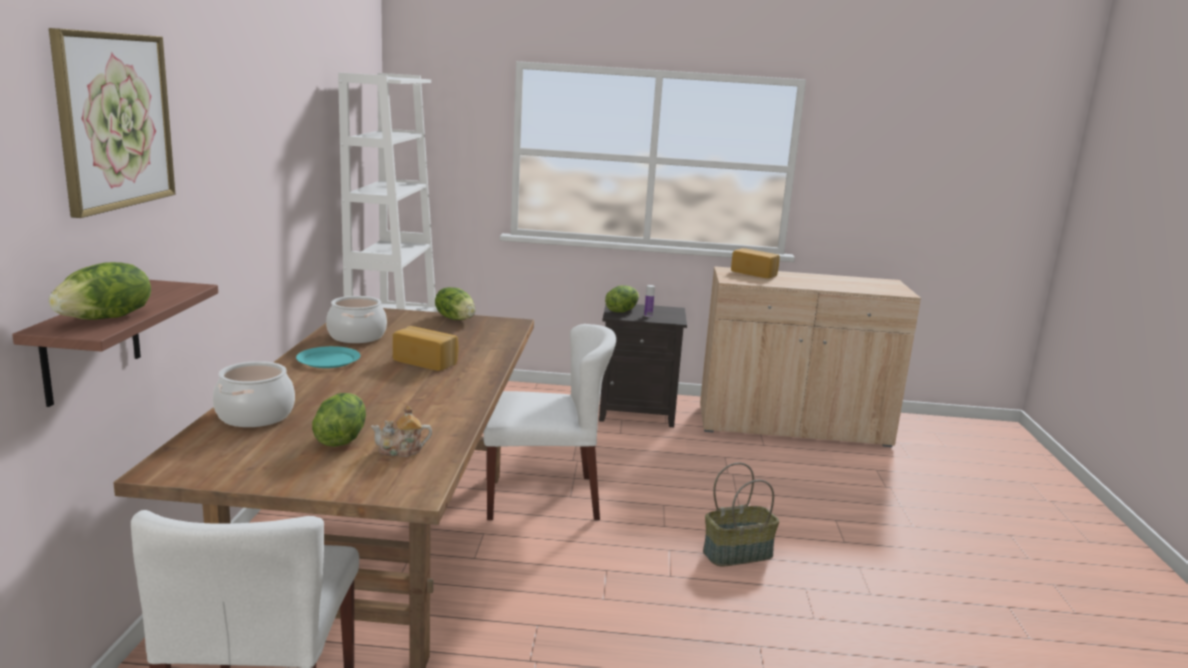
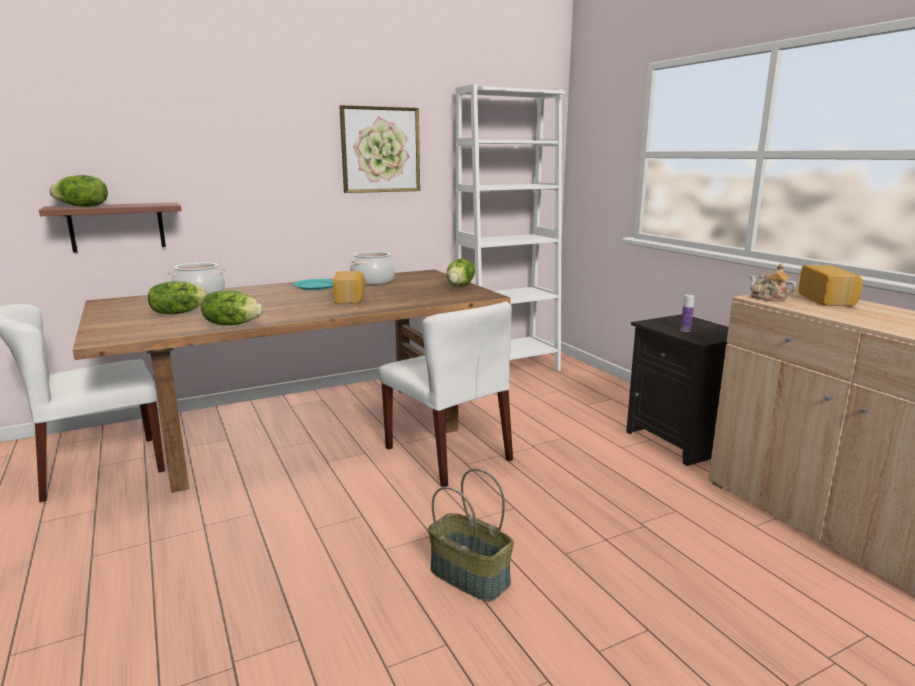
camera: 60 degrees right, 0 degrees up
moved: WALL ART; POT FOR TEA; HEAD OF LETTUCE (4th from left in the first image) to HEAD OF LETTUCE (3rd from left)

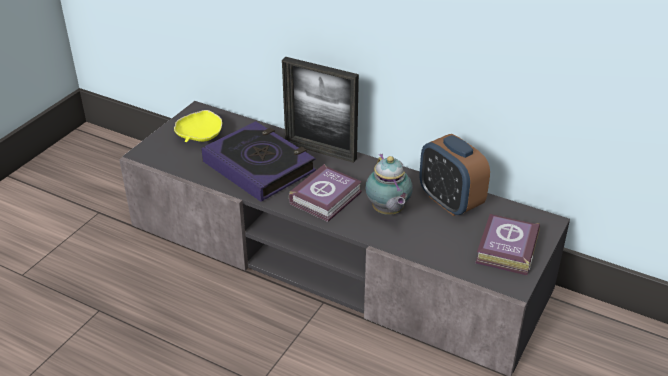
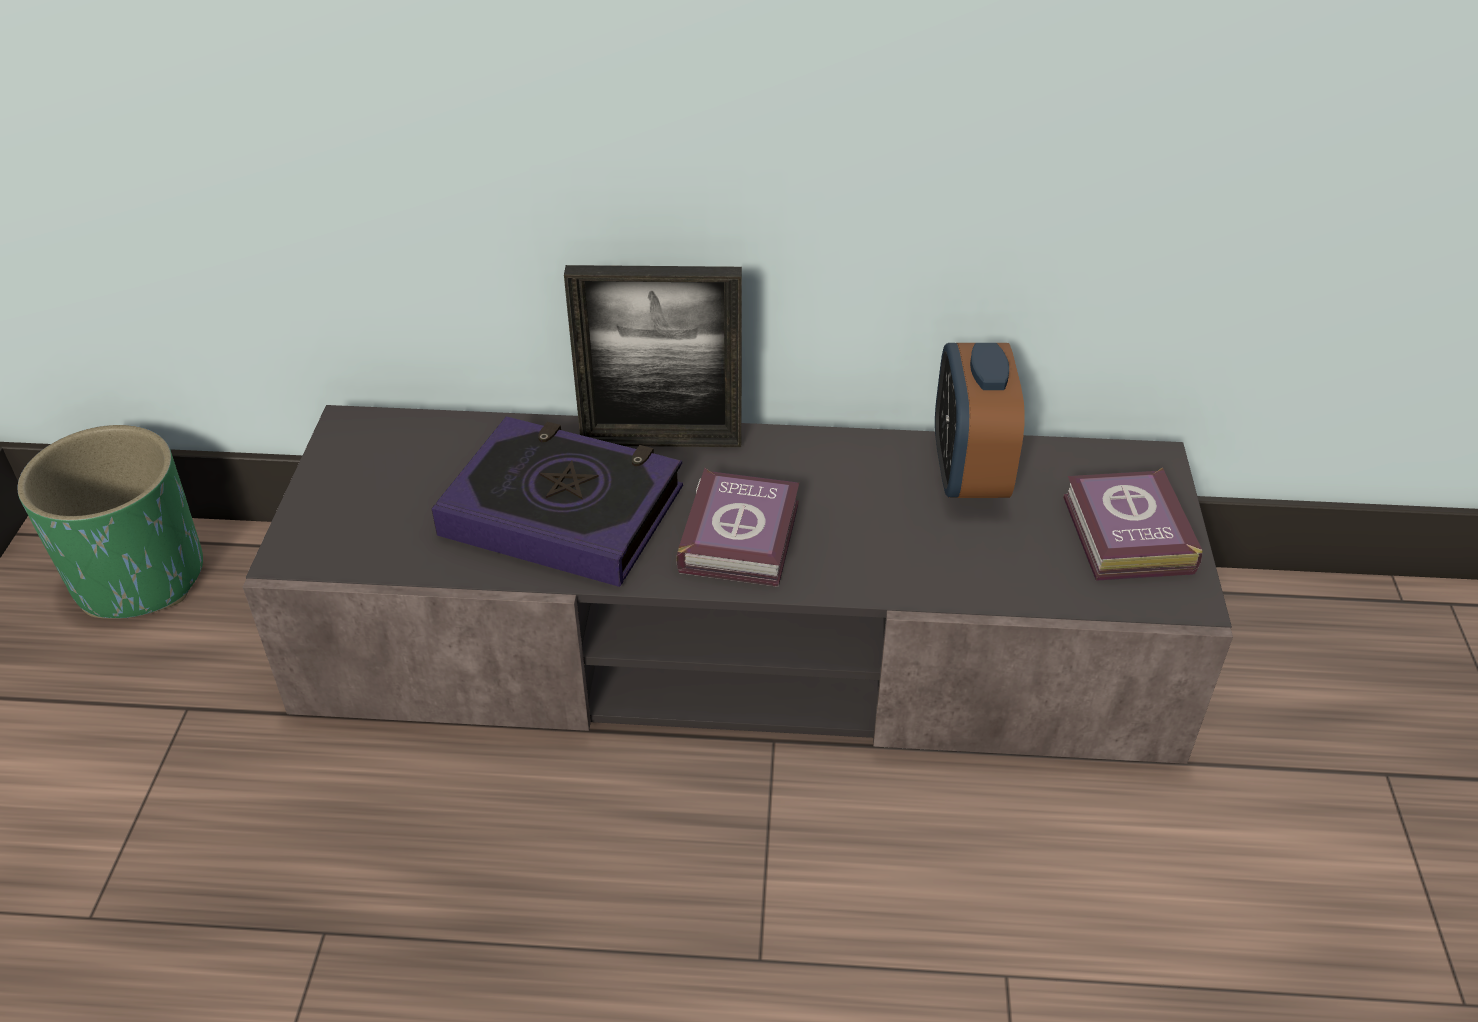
camera: 25 degrees left, 5 degrees up
removed: YELLOW DEEP DISH; POT FOR TEA
added: GREEN FLOWER POT
turned: TABLE CLOCK 60 degrees clockwise

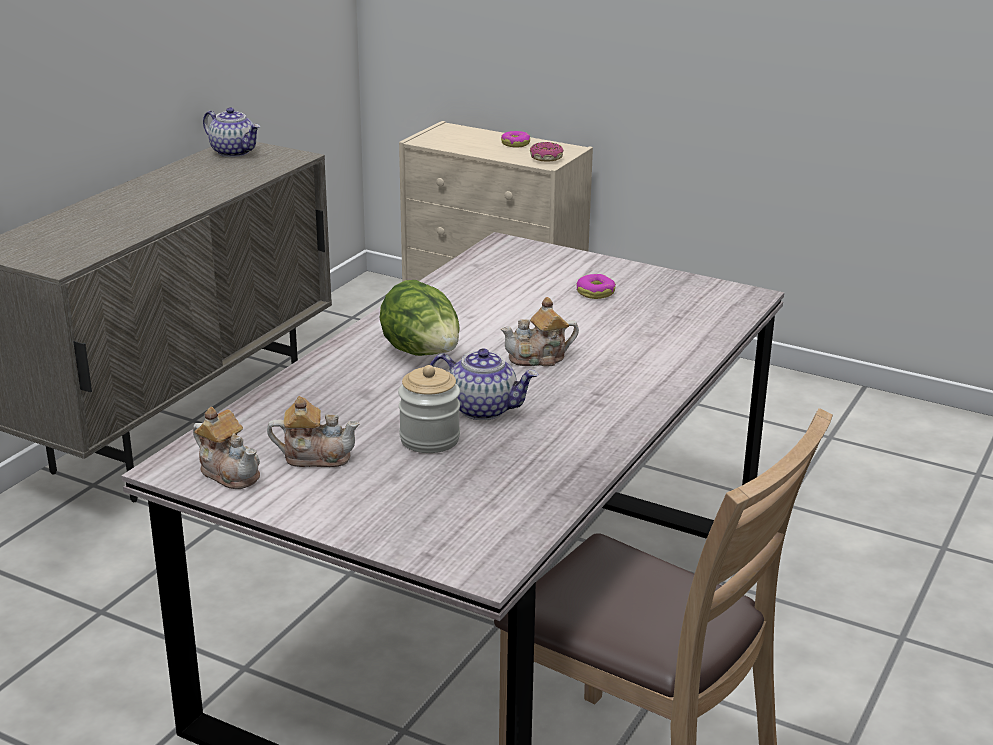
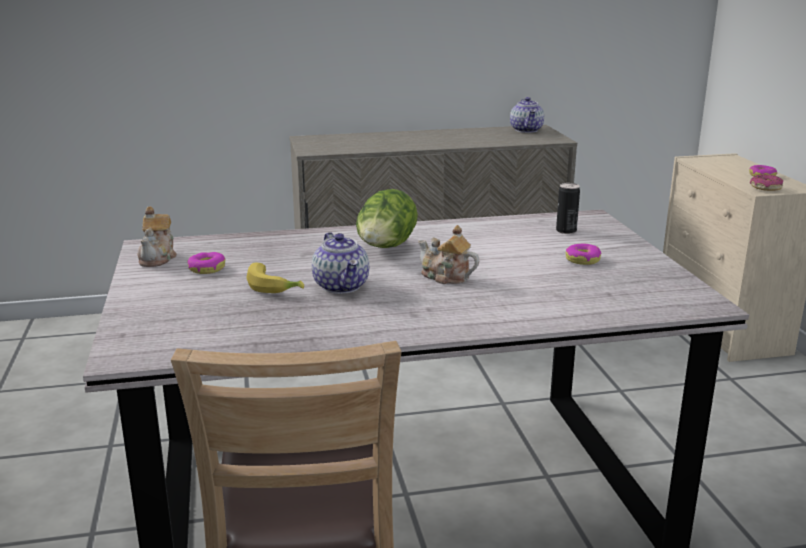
camera: 50 degrees right, 5 degrees down
added: SEALED CAN
replaced: POT FOR TEA (3rd from left) to DOUGHNUT (1st from left); JAR to BANANA

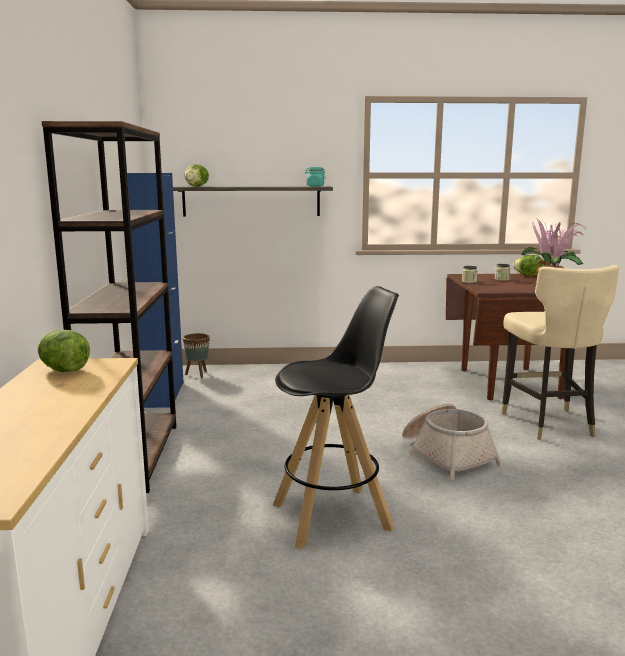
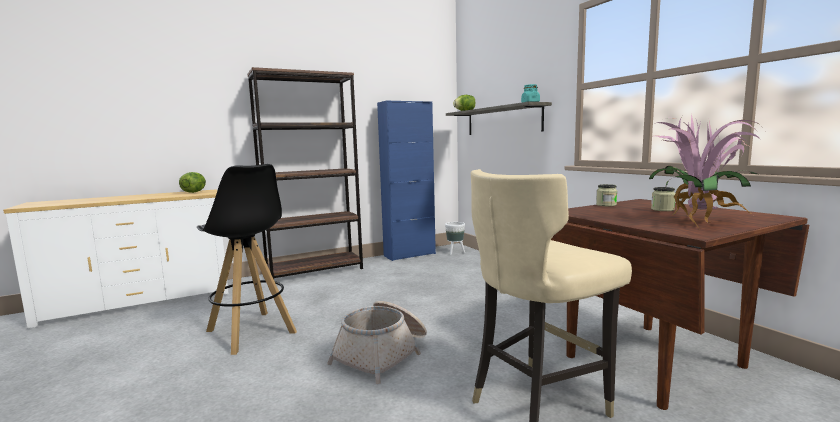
camera: 65 degrees right, 5 degrees down
removed: HEAD OF LETTUCE (3rd from left)
recoloured: BROWN FLOWER POT to WHITISH FLOWER POT

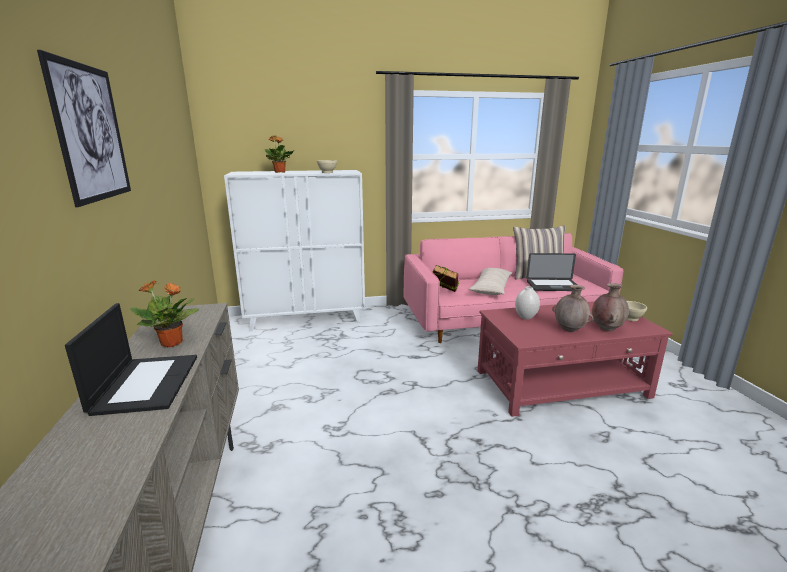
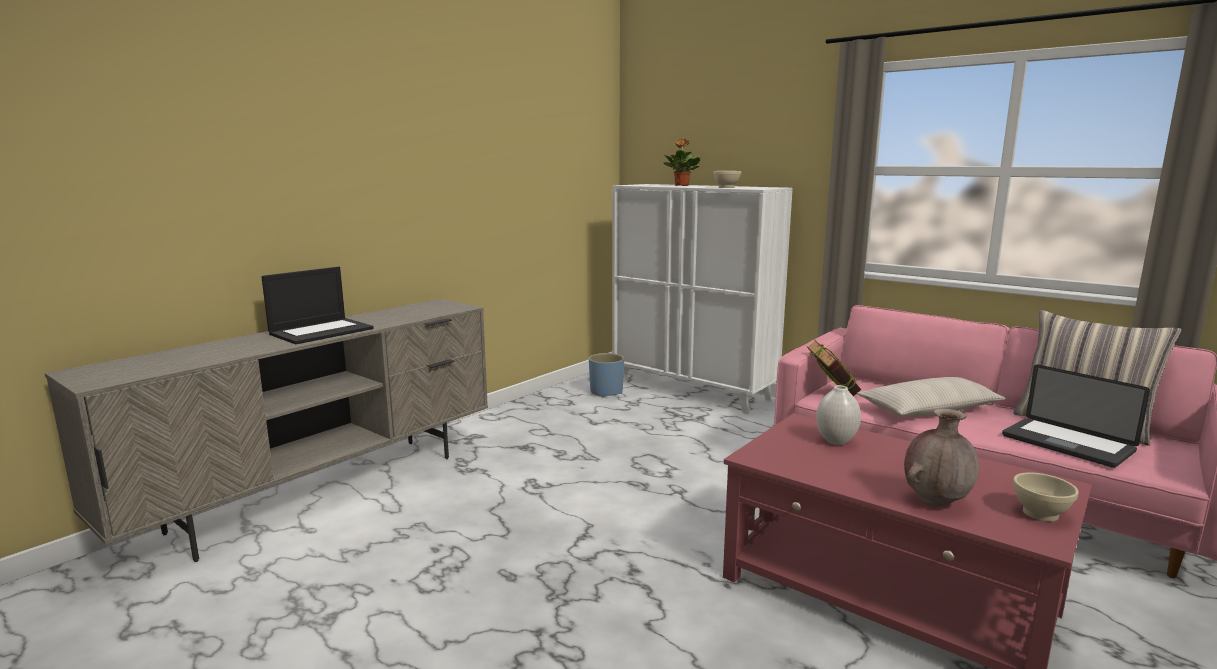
camera: 50 degrees right, 5 degrees down
removed: WALL ART; POTTED PLANT (1st from left); BROWN DECORATIVE VASE (1st from left)
added: BLUISH FLOWER POT

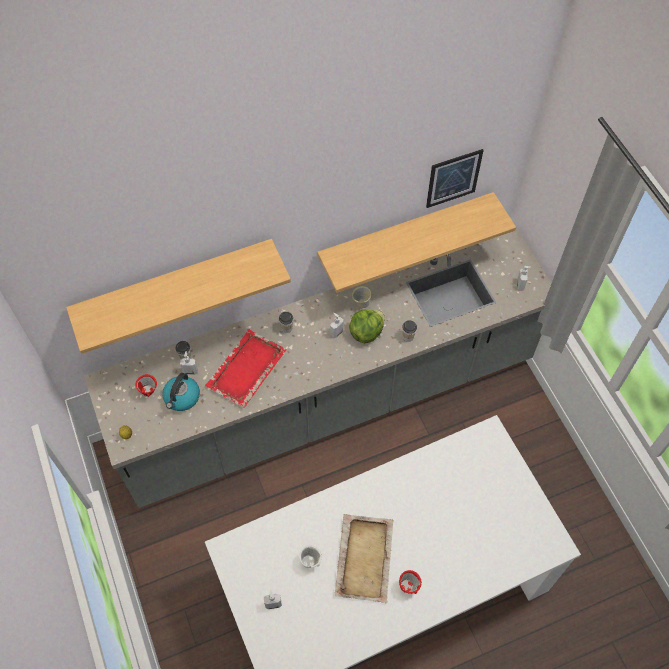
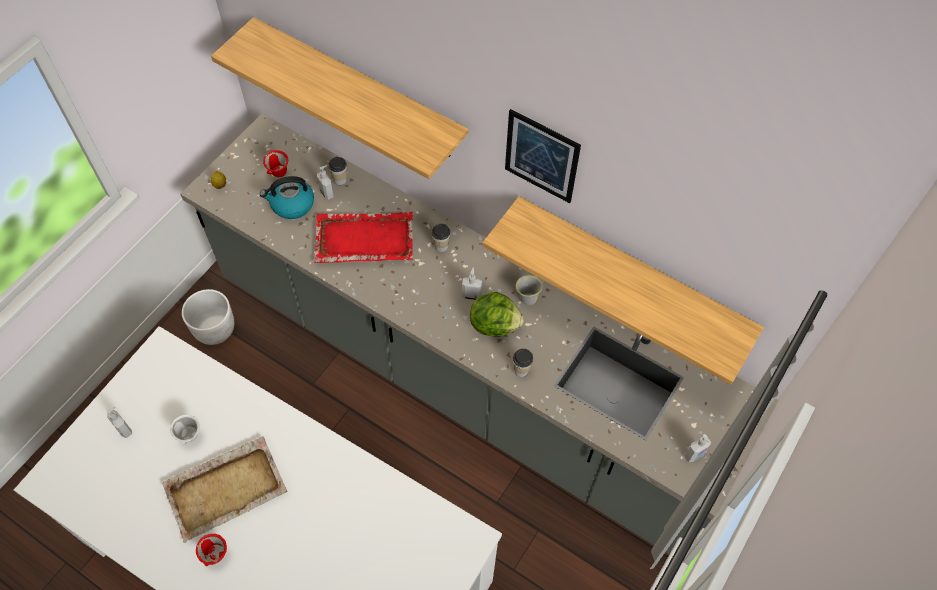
camera: 55 degrees right, 0 degrees up
added: WHITISH FLOWER POT
moved: WALL ART

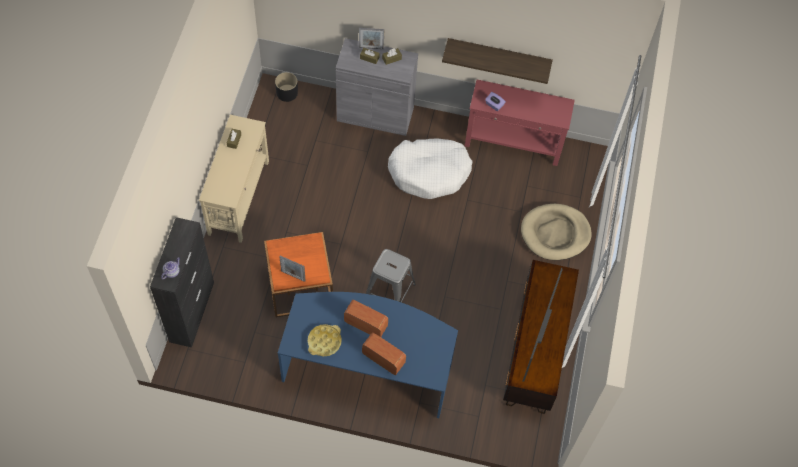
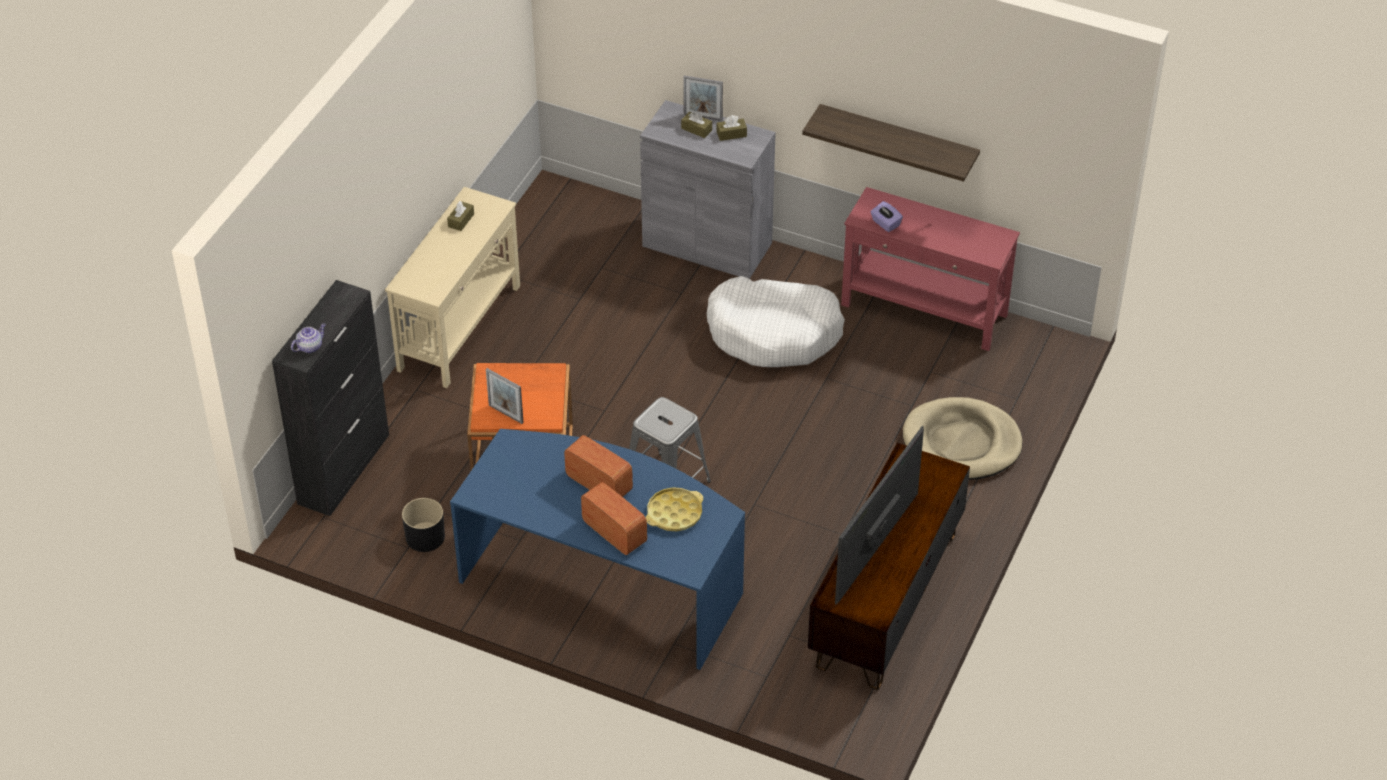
camera: 15 degrees right, 15 degrees down
moved: BLACK FLOWER POT; YELLOW SERVING TRAY

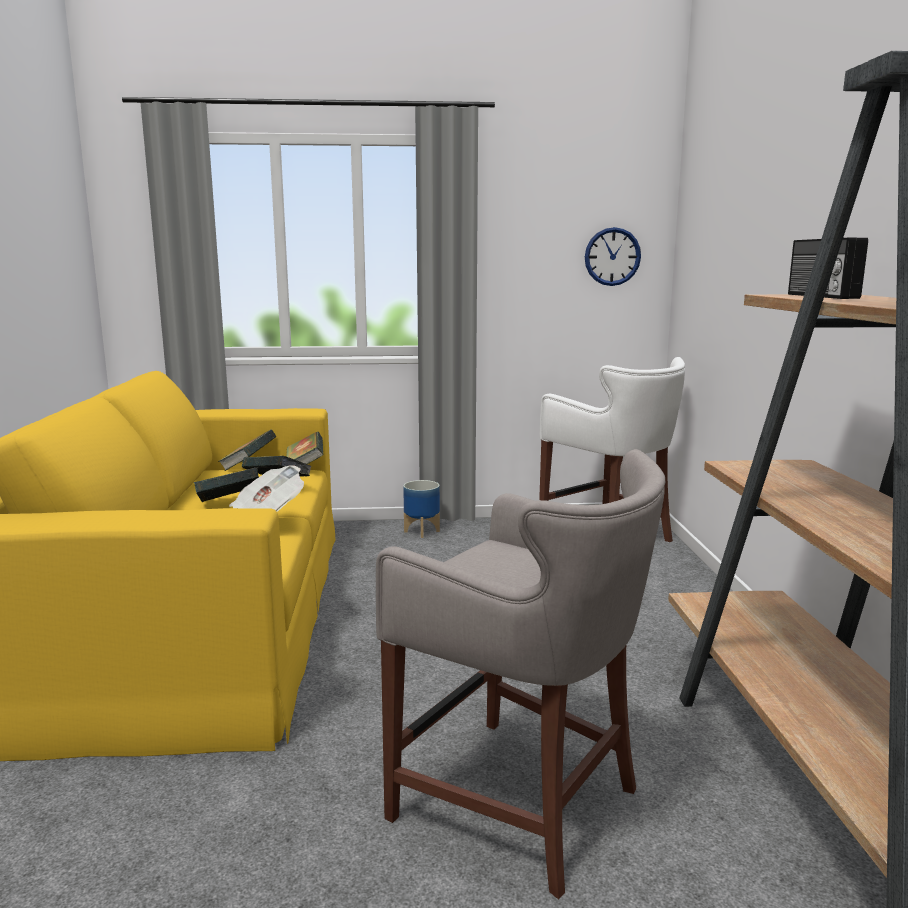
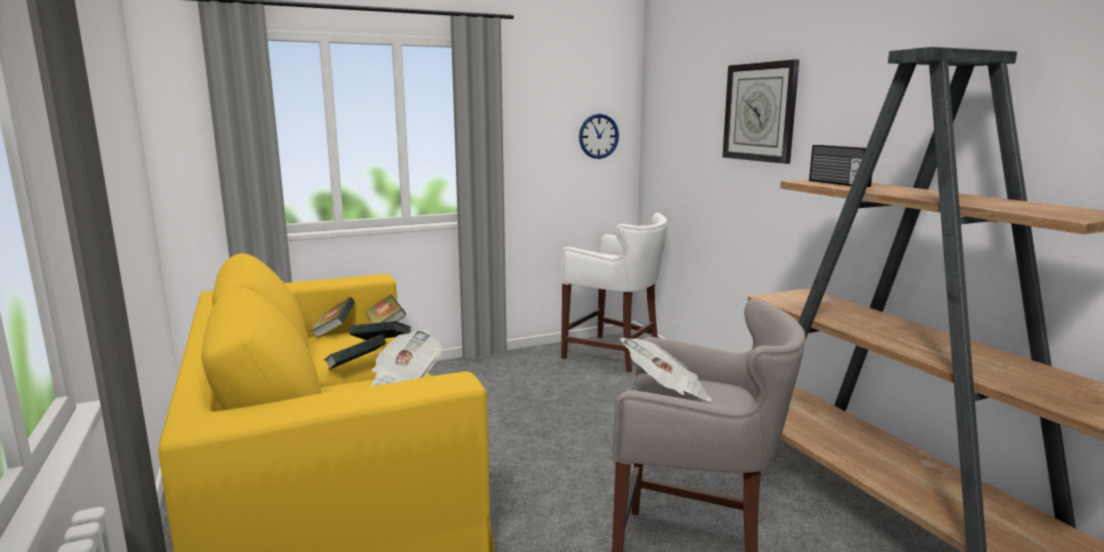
camera: 20 degrees left, 0 degrees up
removed: FLOWER POT
added: DAILY PAPER (2nd from left); CLOCK ON THE WALL (2nd from left)

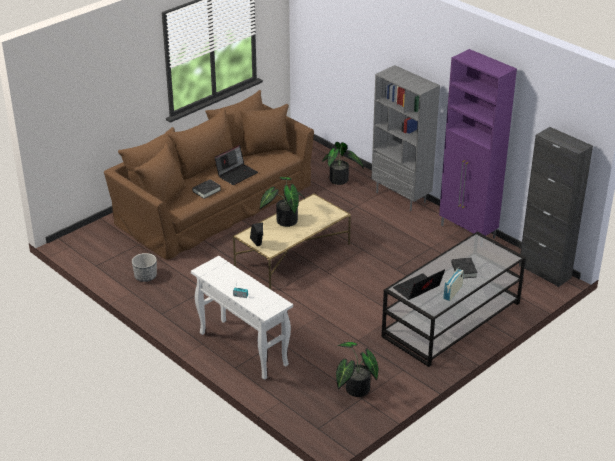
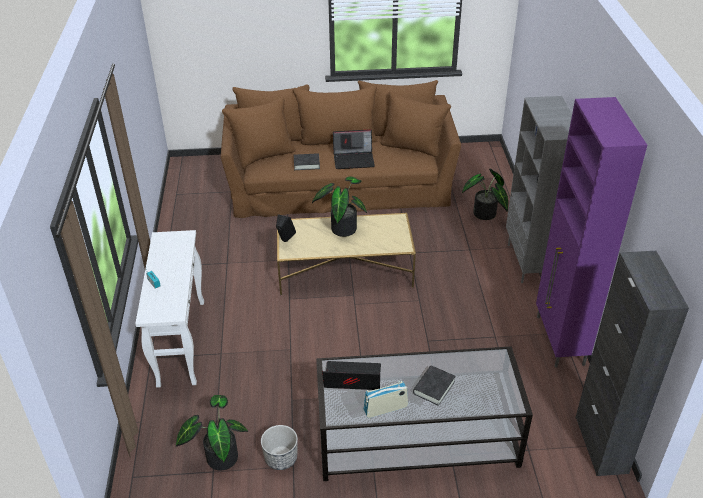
camera: 40 degrees right, 5 degrees up
moved: FLOWER POT

